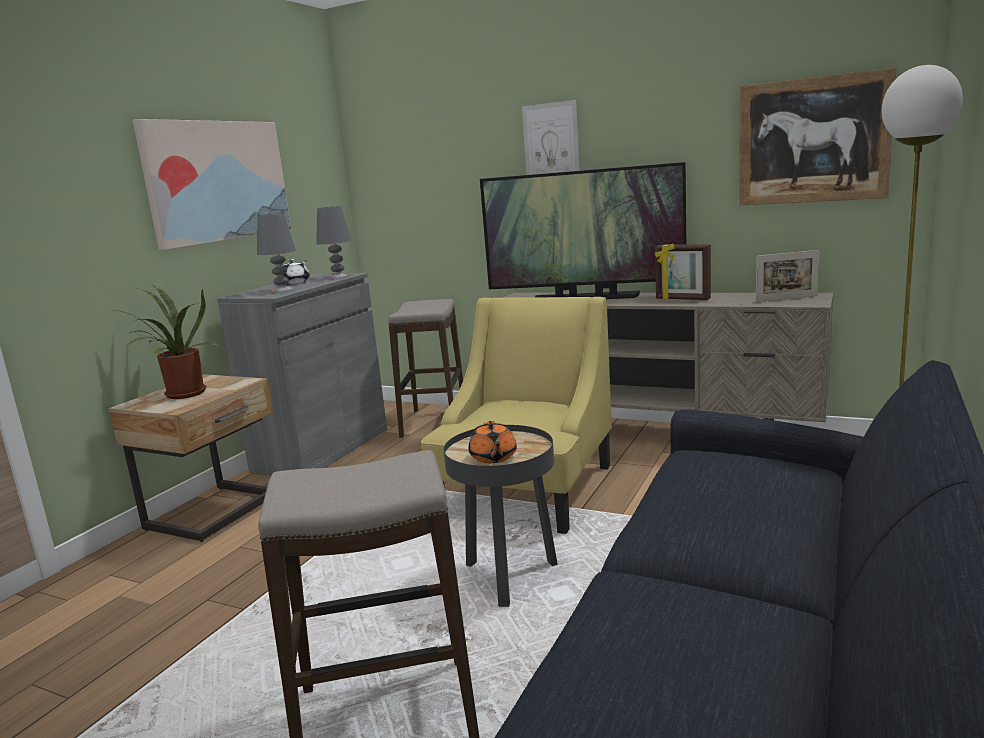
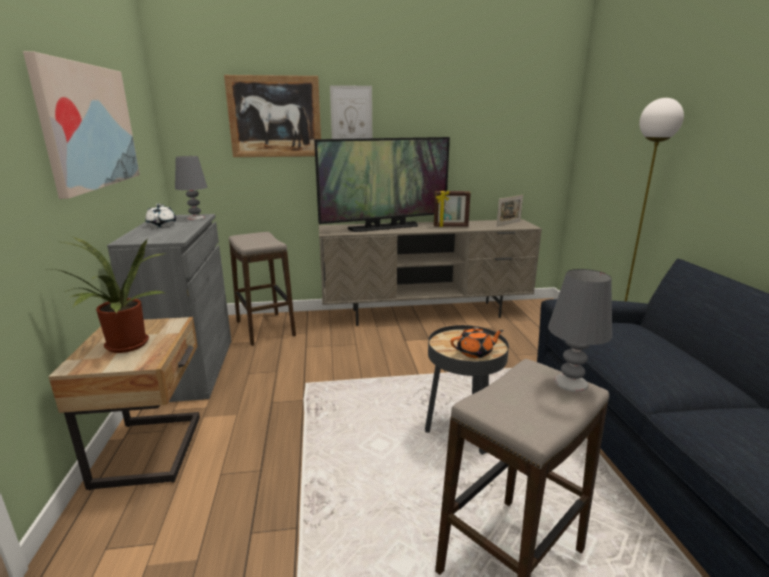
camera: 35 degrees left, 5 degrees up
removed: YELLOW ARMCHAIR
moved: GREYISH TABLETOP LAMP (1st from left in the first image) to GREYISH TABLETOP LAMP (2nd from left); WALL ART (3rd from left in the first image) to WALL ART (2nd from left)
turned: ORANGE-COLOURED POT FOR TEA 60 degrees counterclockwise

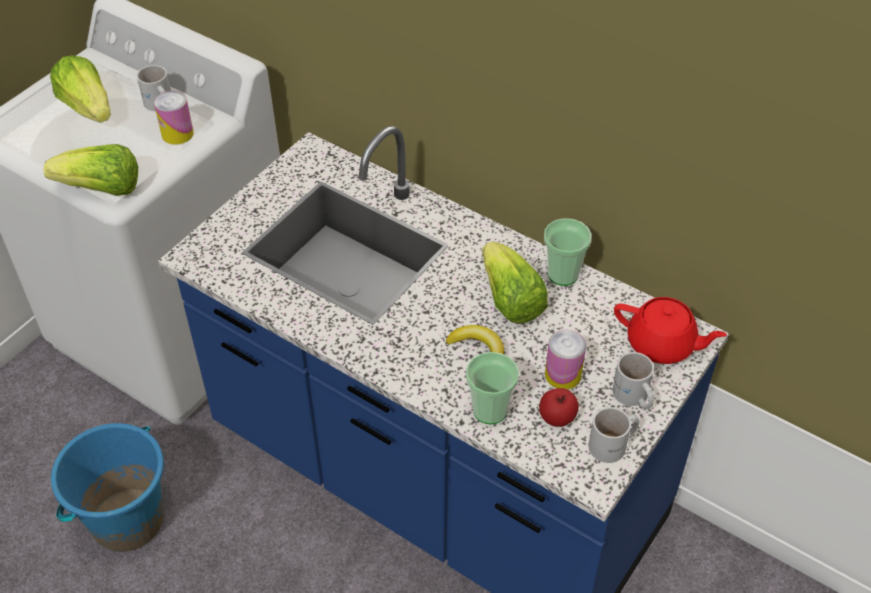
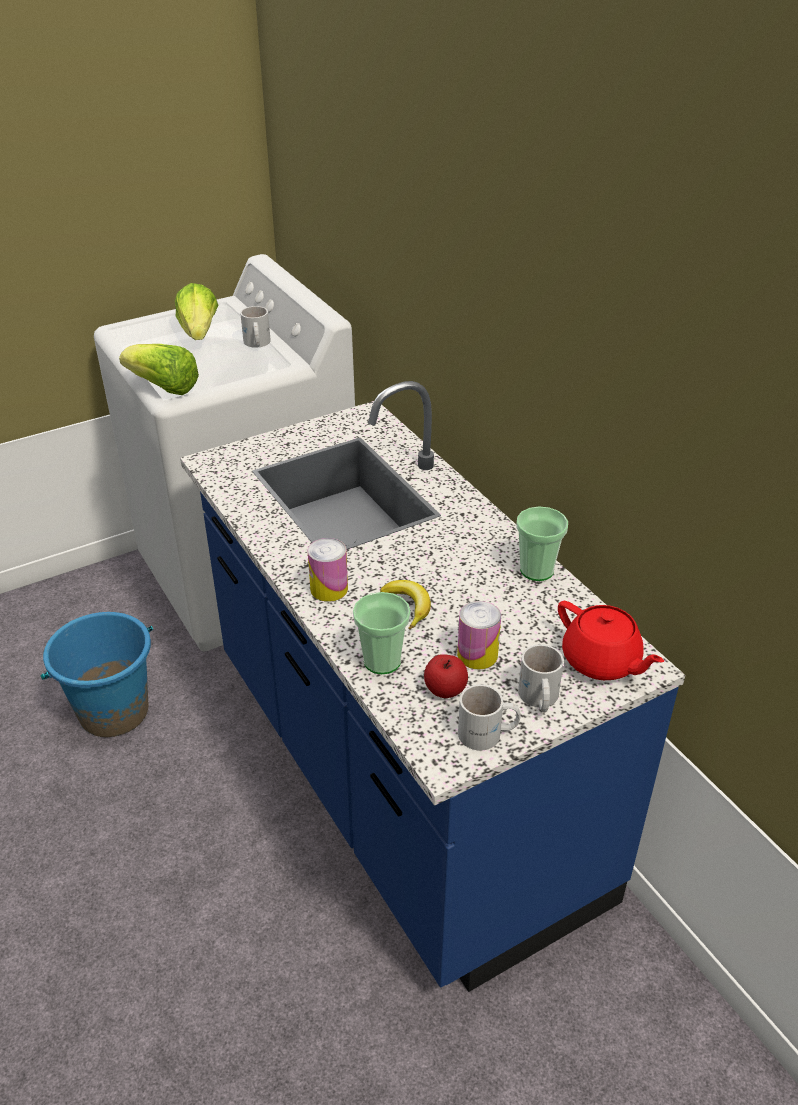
camera: 25 degrees right, 10 degrees down
removed: HEAD OF LETTUCE (3rd from left)
moved: SEALED CAN (1st from left)

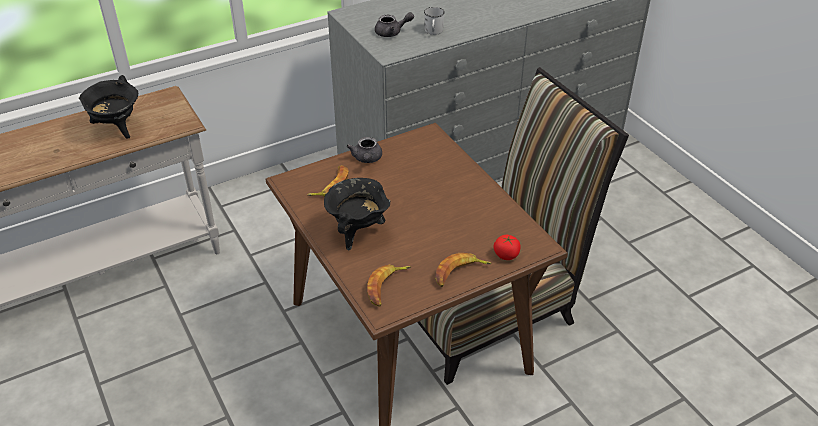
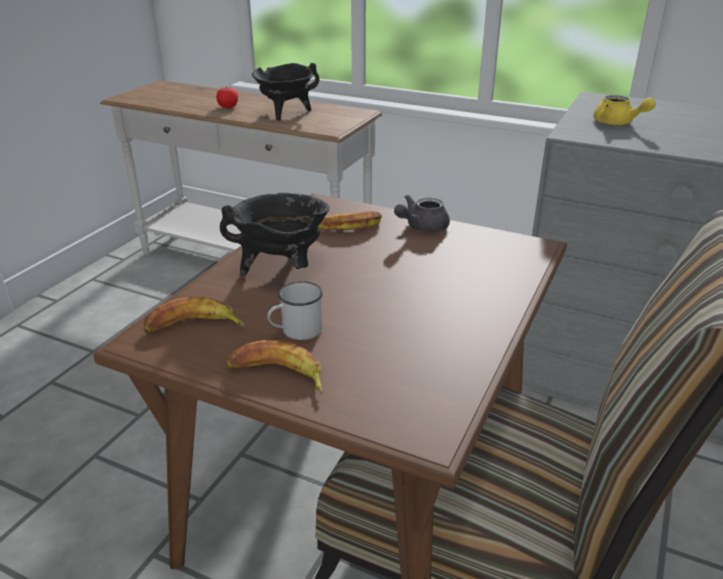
camera: 55 degrees right, 10 degrees down
moved: WHITISH COFFEE MUG; TOMATO
recoloured: GREYISH POT FOR TEA (2nd from left) to YELLOW POT FOR TEA

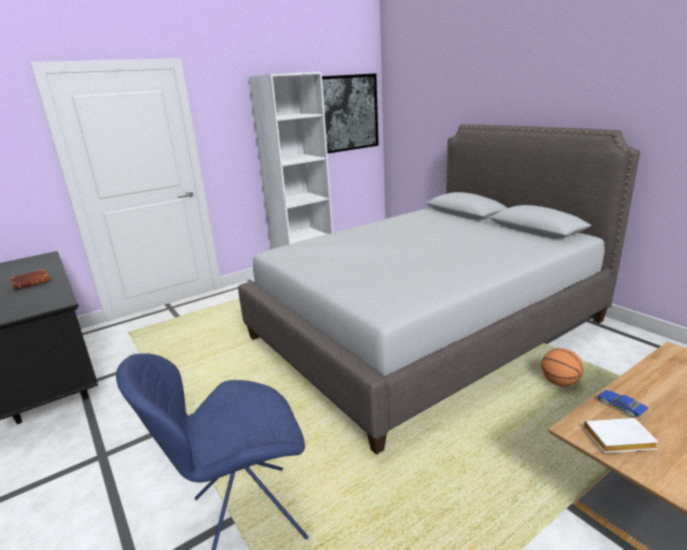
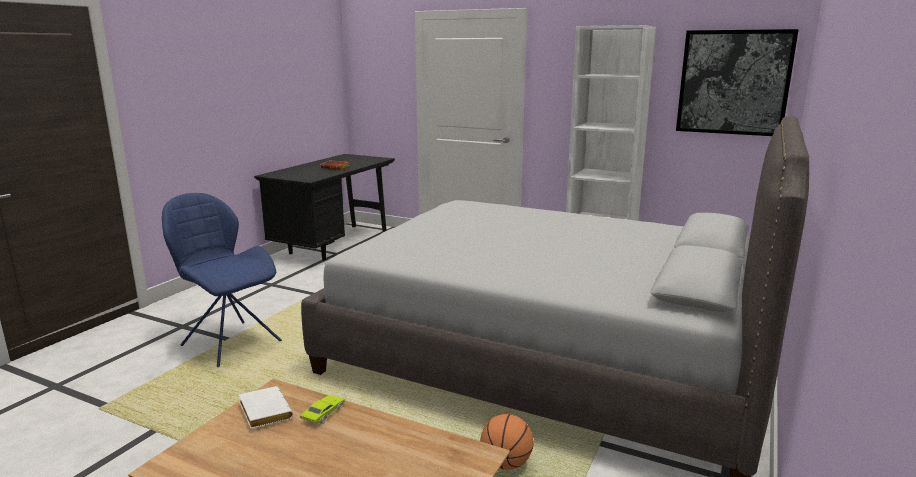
camera: 60 degrees right, 5 degrees down
recoloured: BLUISH TOY CAR to GREEN TOY CAR

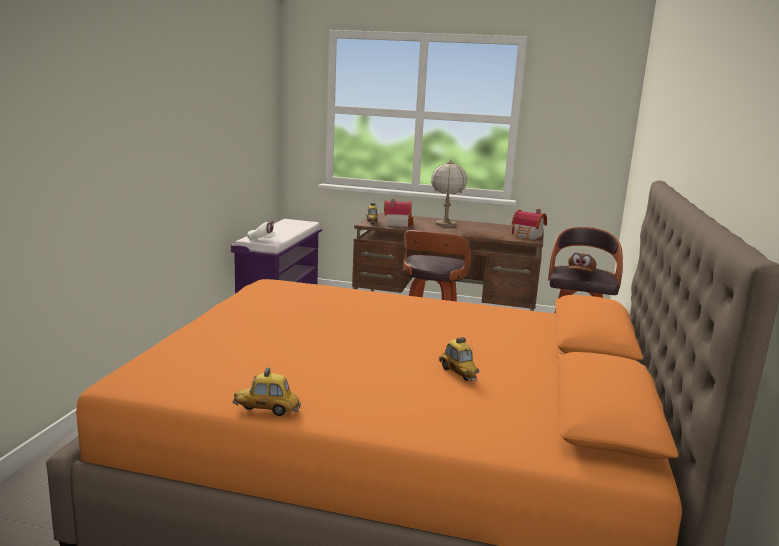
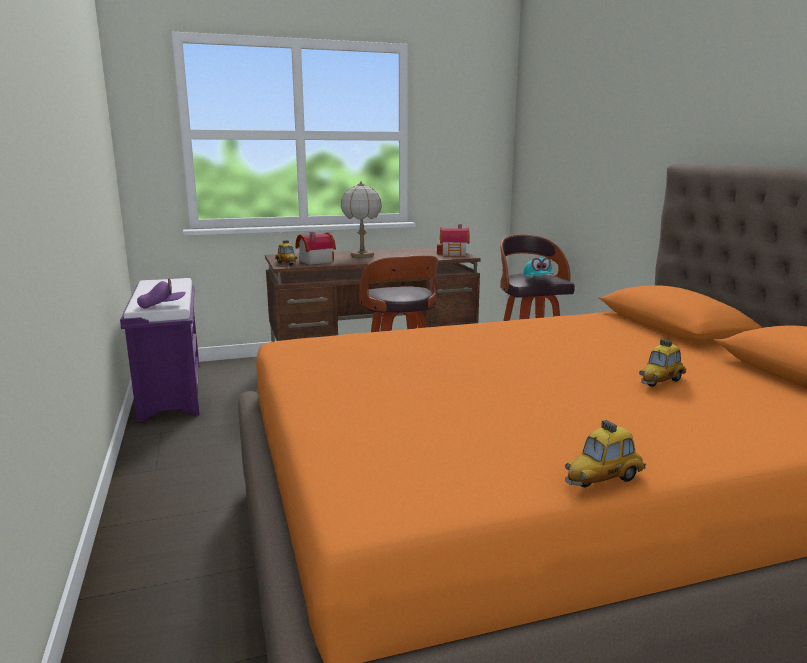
camera: 30 degrees left, 0 degrees up
recoloured: WHITISH CAP to PURPLE-COLOURED CAP; BROWN CAP to TURQUOISE-COLOURED CAP
turned: TOY CAR (3rd from left) 105 degrees clockwise

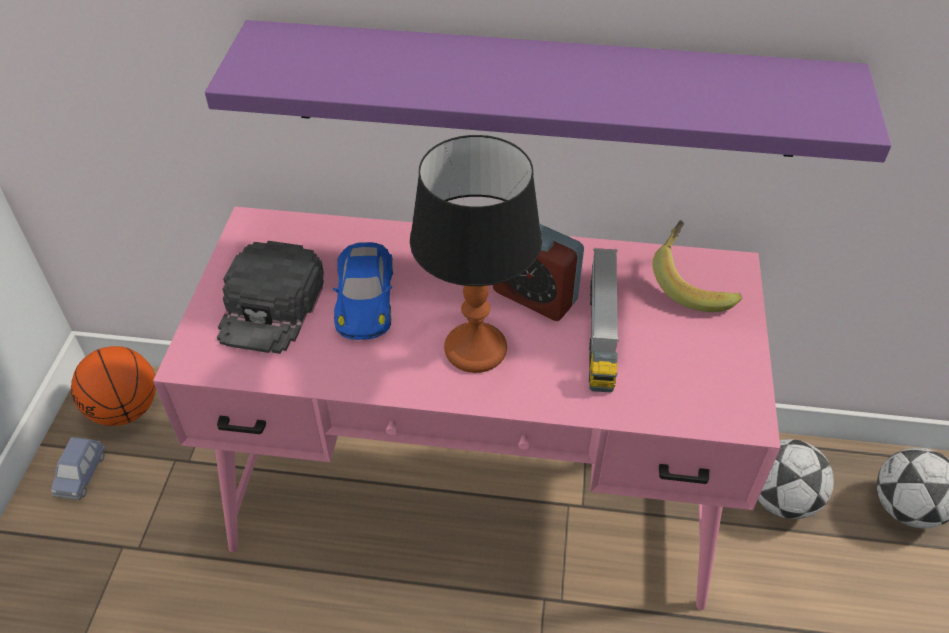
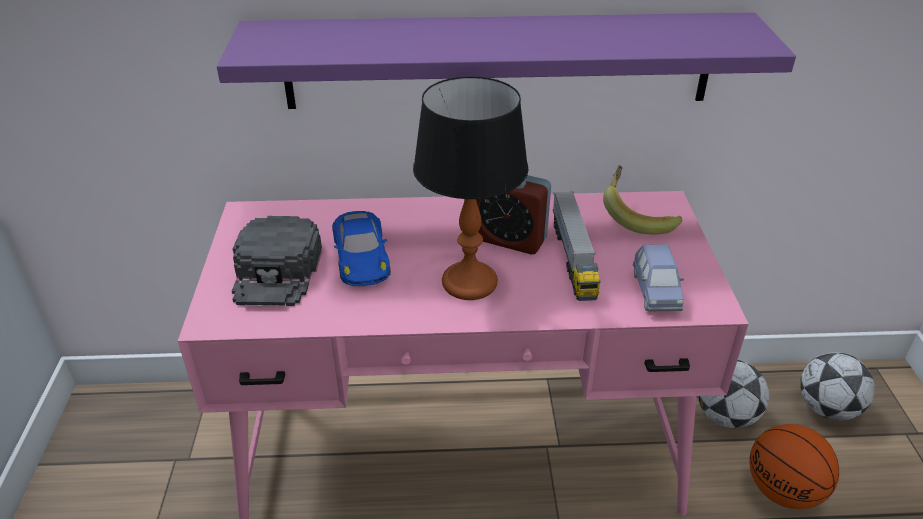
camera: 10 degrees left, 10 degrees down
moved: BLUISH TOY CAR (1st from left in the first image) to BLUISH TOY CAR (2nd from left); BASKETBALL

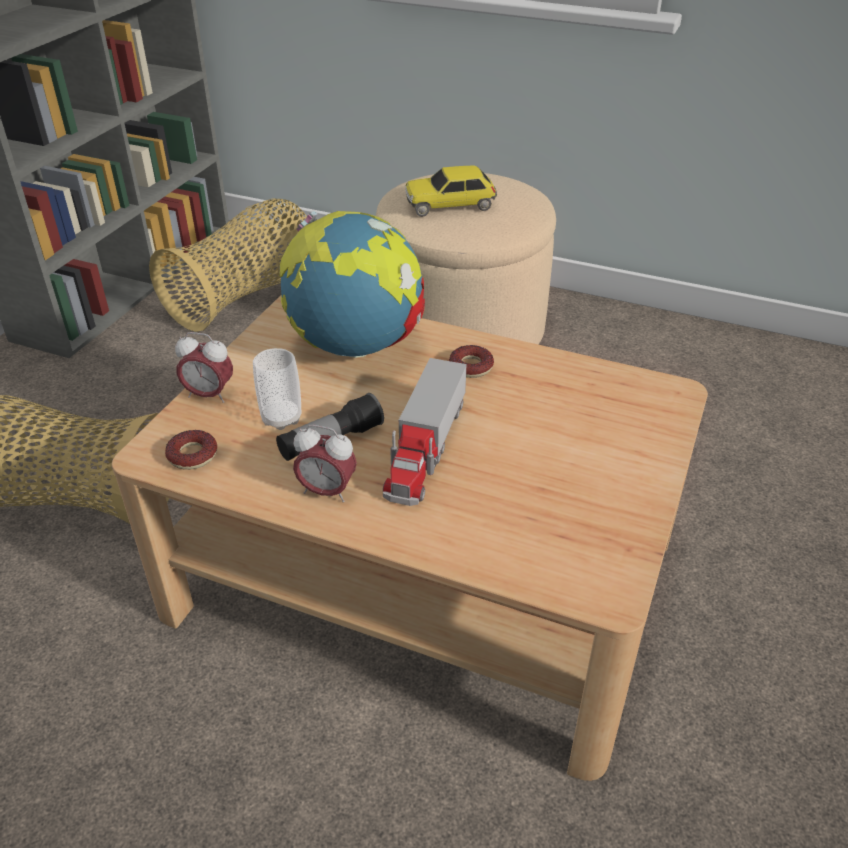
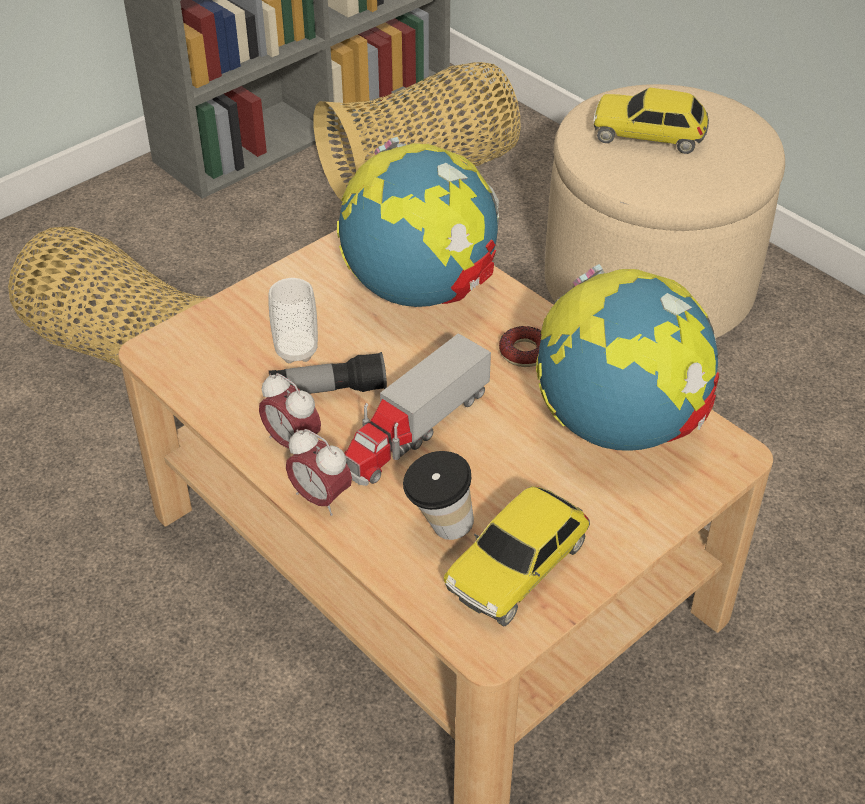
camera: 25 degrees right, 5 degrees up
removed: DOUGHNUT (1st from left)
added: SMALL CUP (2nd from left); TOY CAR (1st from left); GLOBE (2nd from left)
moved: TABLE CLOCK (1st from left in the first image) to TABLE CLOCK (2nd from left)

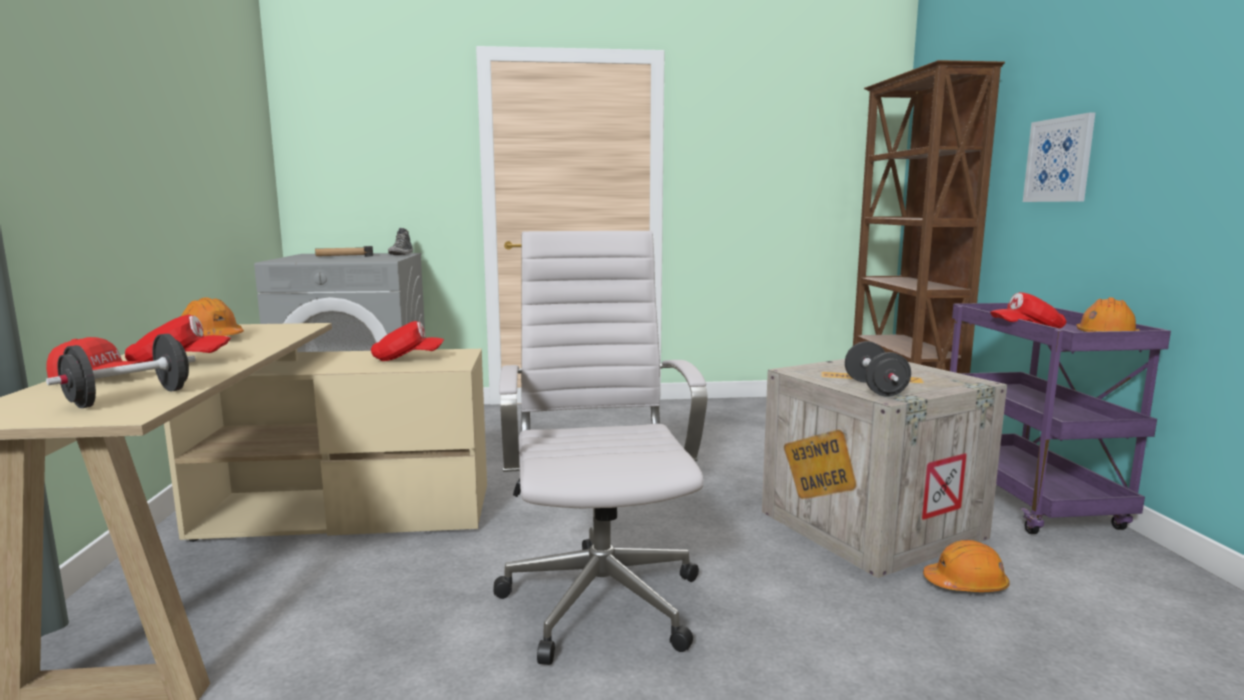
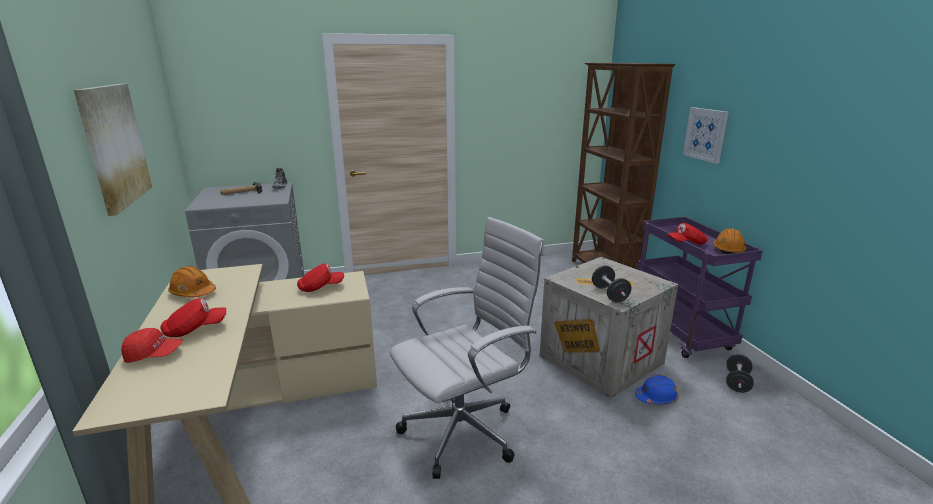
camera: 10 degrees left, 10 degrees up
added: WALL ART (1st from left)
moved: BLACK HAND WEIGHT (1st from left in the first image) to BLACK HAND WEIGHT (2nd from left)
recoloured: ORANGE-COLOURED SAFETY HELMET (2nd from left) to BLUISH SAFETY HELMET
turned: WHITISH COMPUTER CHAIR 75 degrees clockwise

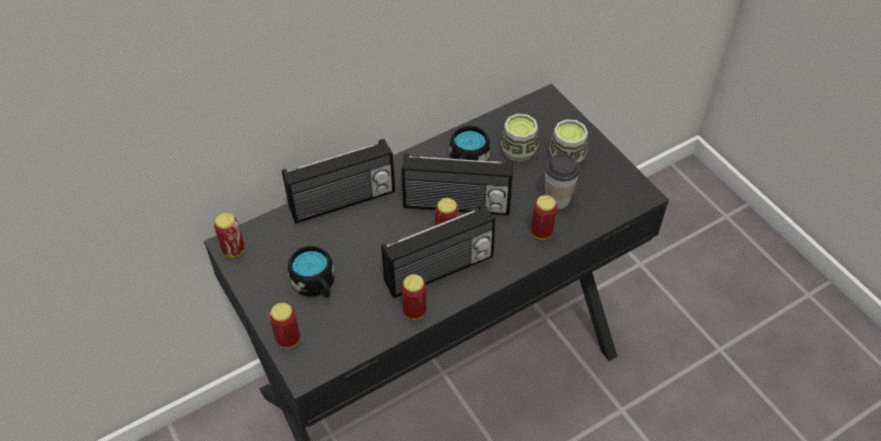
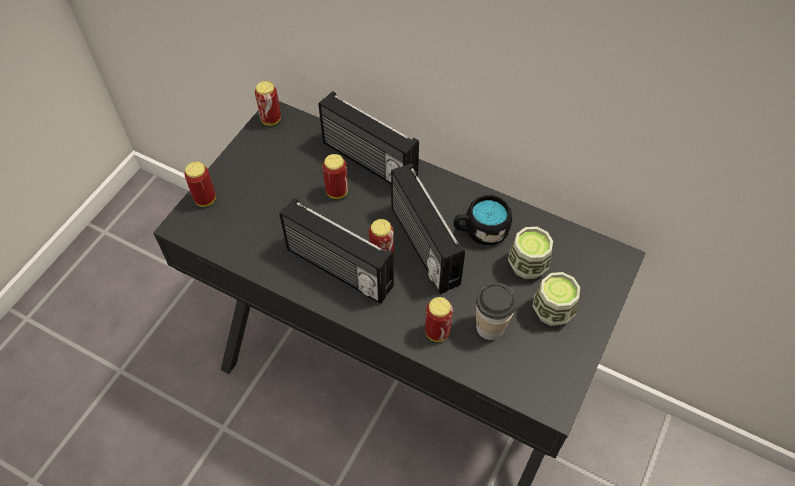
camera: 60 degrees right, 5 degrees up
removed: BLACK COFFEE MUG (1st from left)
moved: SEALED CAN (3rd from left)

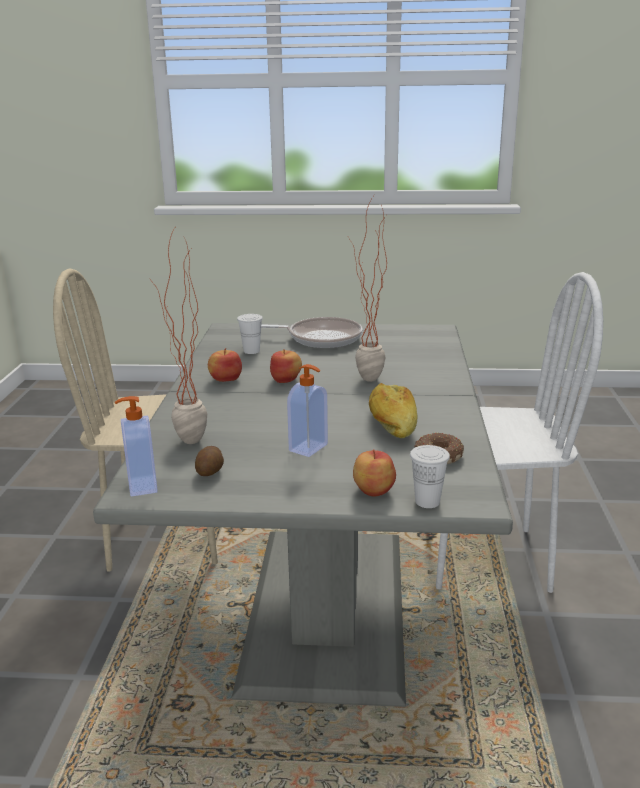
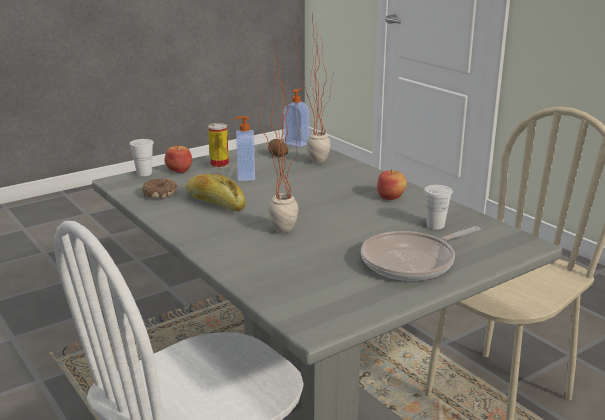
camera: 140 degrees right, 0 degrees up
removed: APPLE (2nd from left)
added: SEALED CAN

